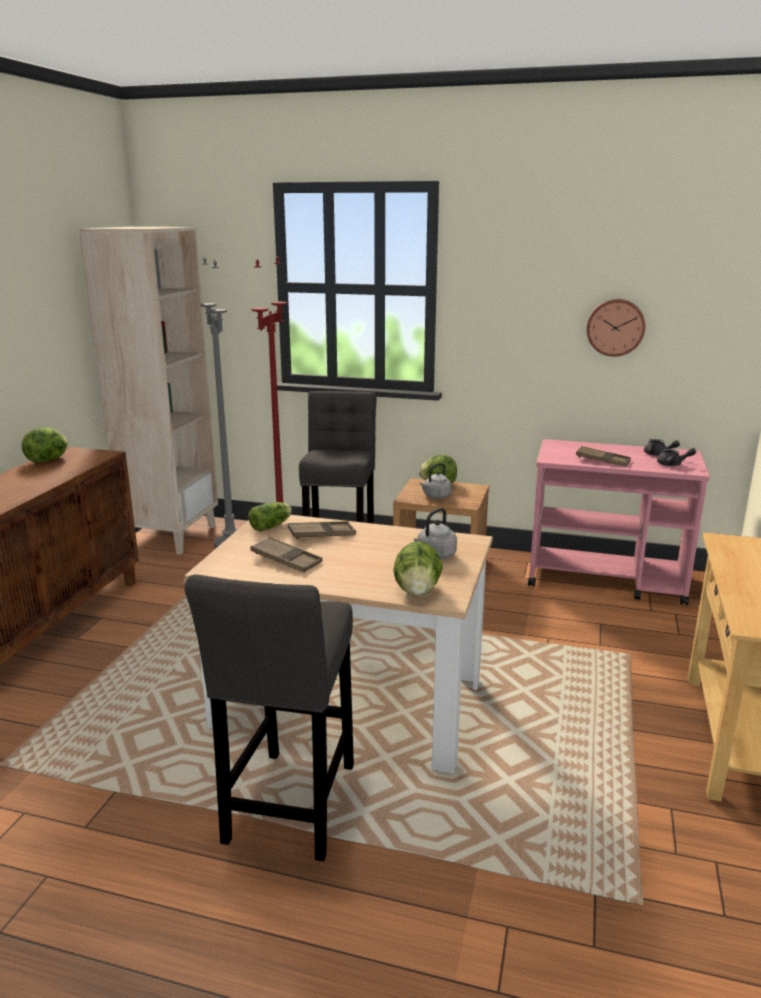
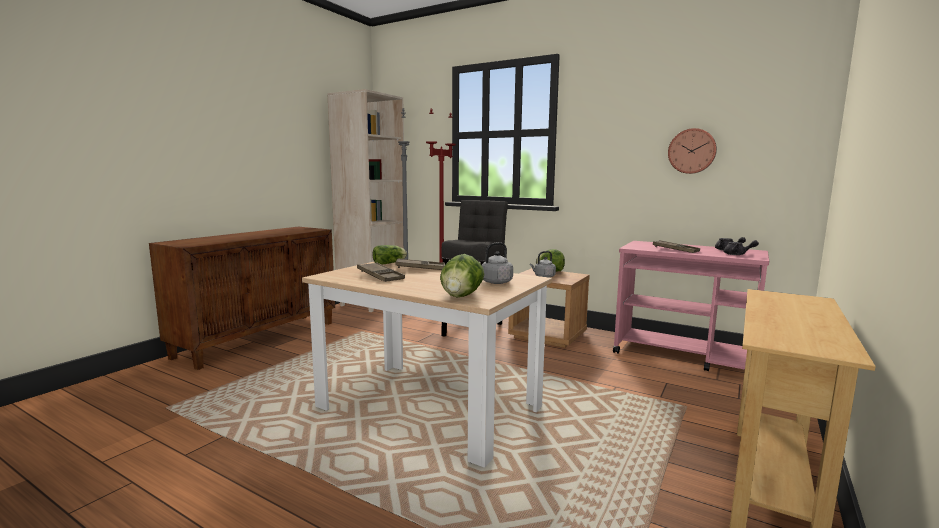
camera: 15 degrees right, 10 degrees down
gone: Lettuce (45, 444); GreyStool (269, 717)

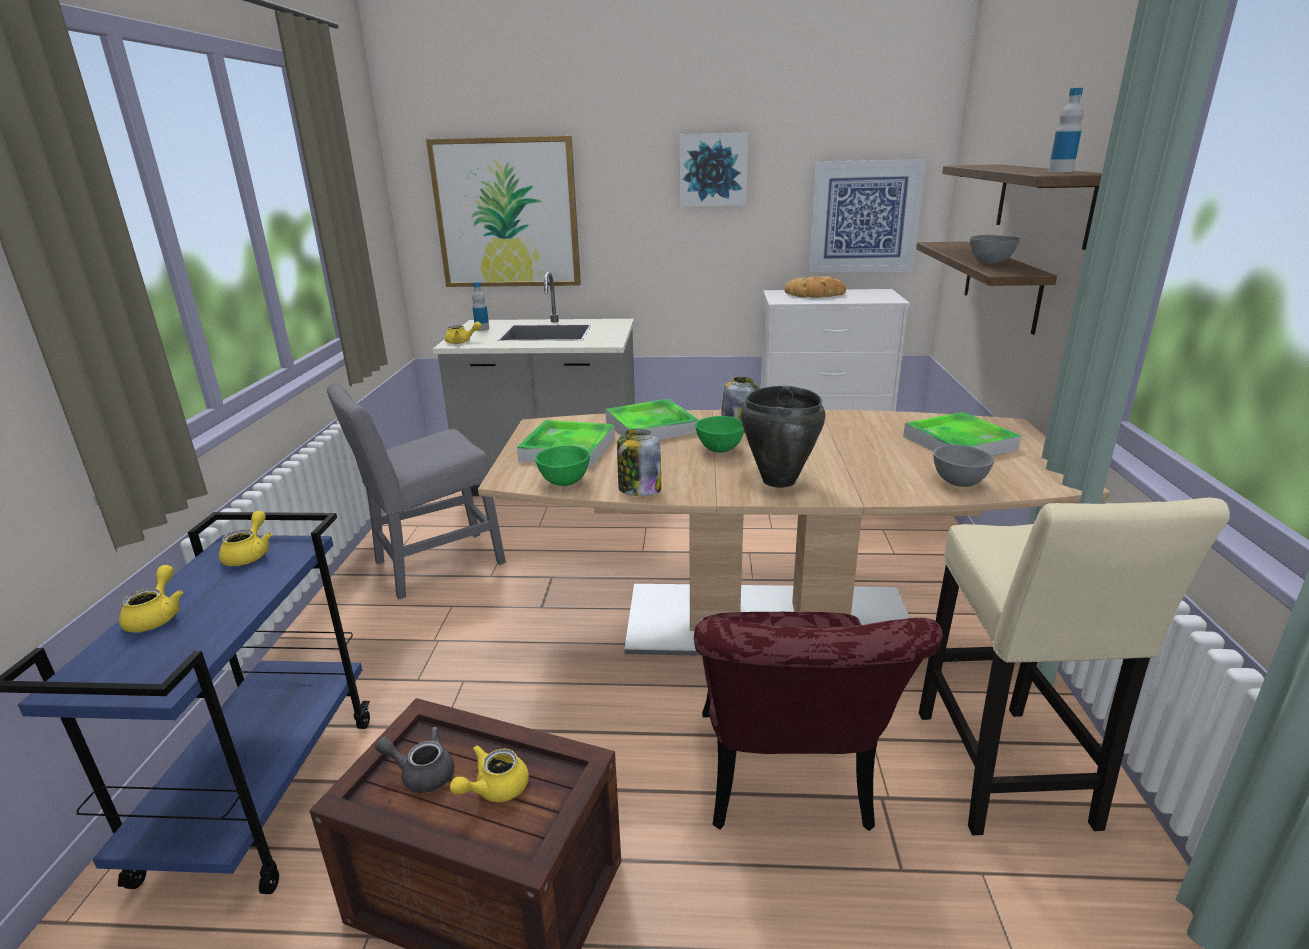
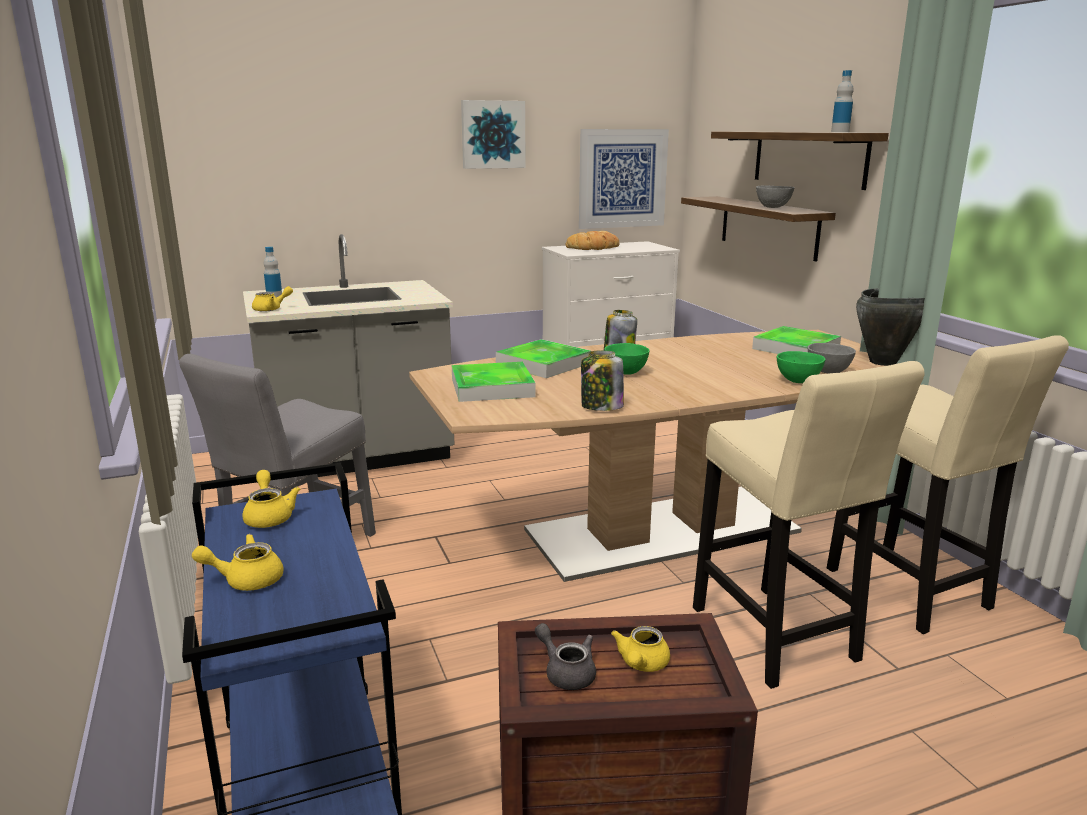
camera: 25 degrees left, 5 degrees down
gone: Picture (503, 211)
shifted: GreenBowl (562, 465) to (801, 367); BlackCookingPot (783, 437) to (890, 327)
swapped: RedChair (818, 721) to BeigeStool (809, 525)
rotated: YellowTeapot (151, 598) = (237, 562) 75 degrees counterclockwise; GreyTeapot (414, 760) = (565, 656) 60 degrees clockwise

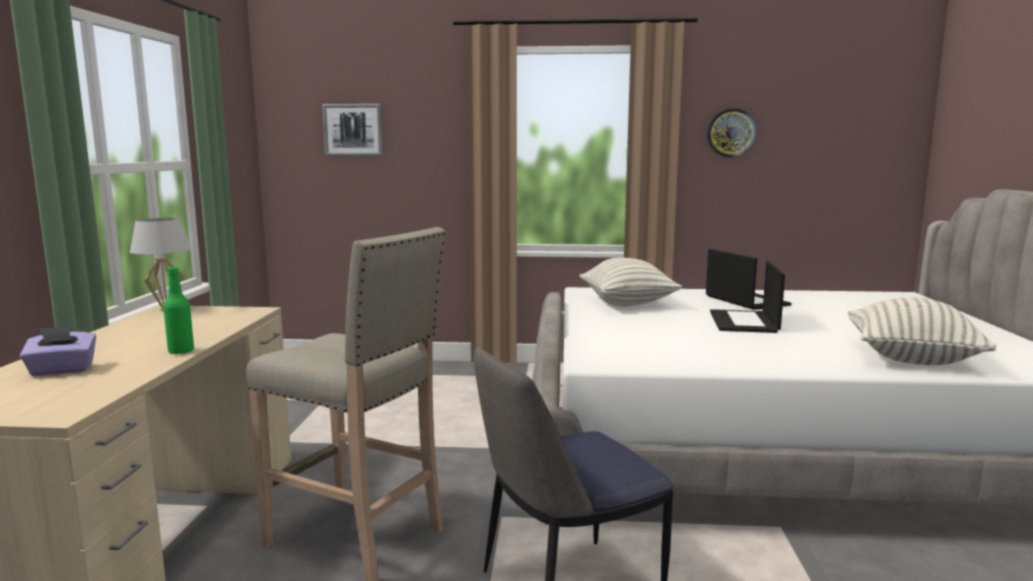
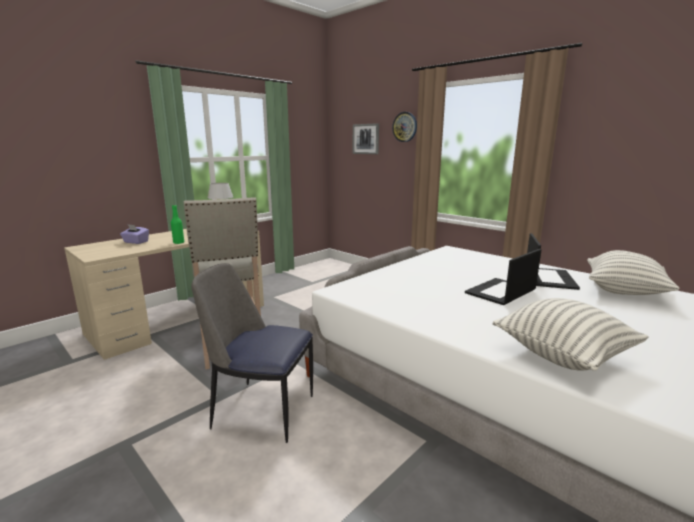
camera: 40 degrees right, 5 degrees up
shifted: Pillow (630, 282) to (633, 272); WallClock (732, 133) to (404, 127)

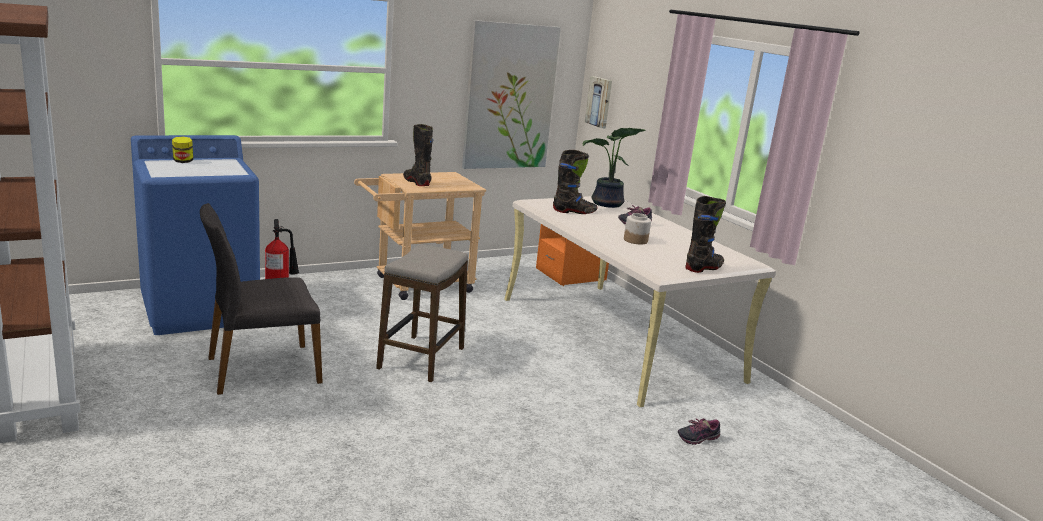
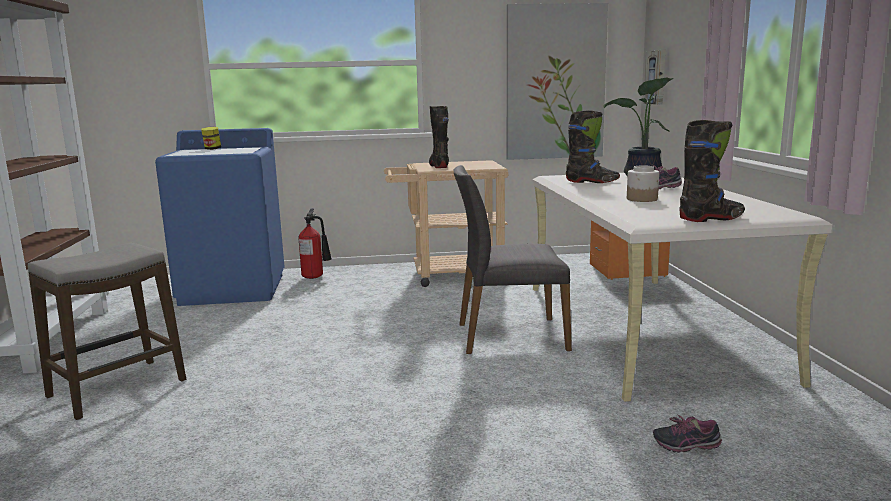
camera: 25 degrees right, 5 degrees down
shifted: GreyChair (261, 299) to (513, 259); Stool (422, 313) to (107, 331)

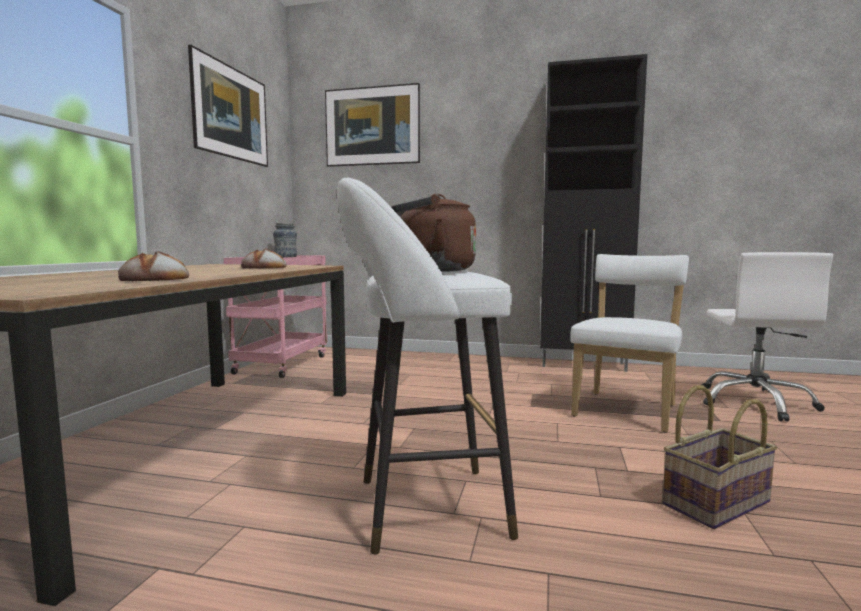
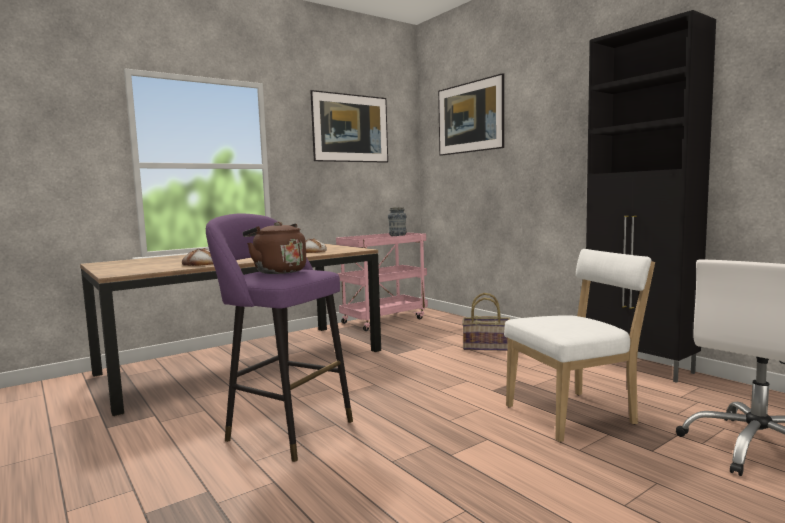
camera: 40 degrees right, 0 degrees up
shifted: Basket (719, 457) to (486, 322)
repainted: WhiteStool (427, 366) to PurpleStool (279, 338)

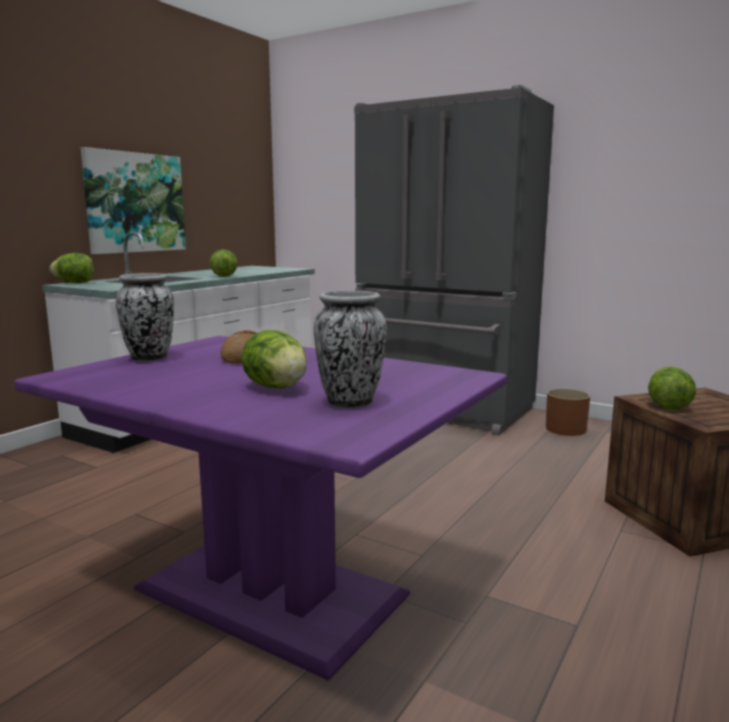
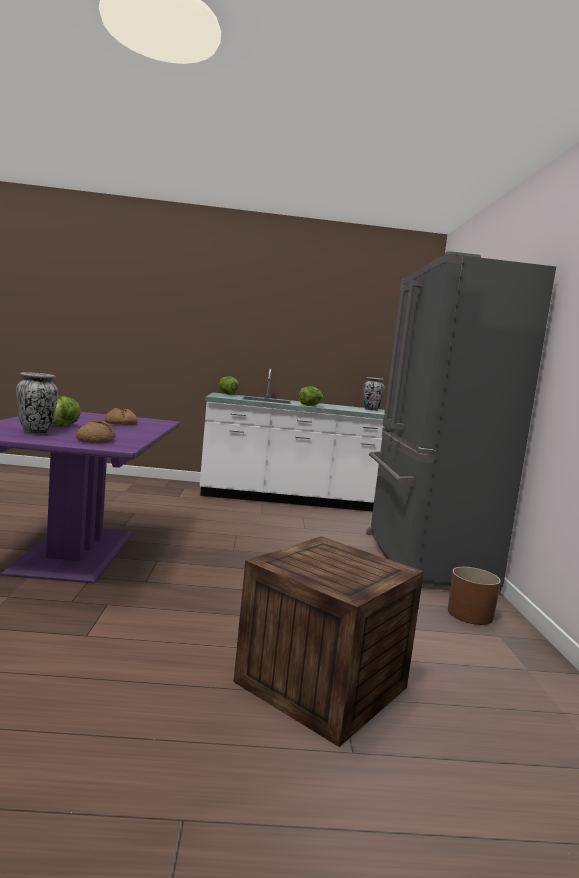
camera: 55 degrees right, 5 degrees down
gone: Picture (133, 200); Lettuce (672, 388)
new: Bread (95, 431)
shifted: Vase (145, 317) to (374, 394)

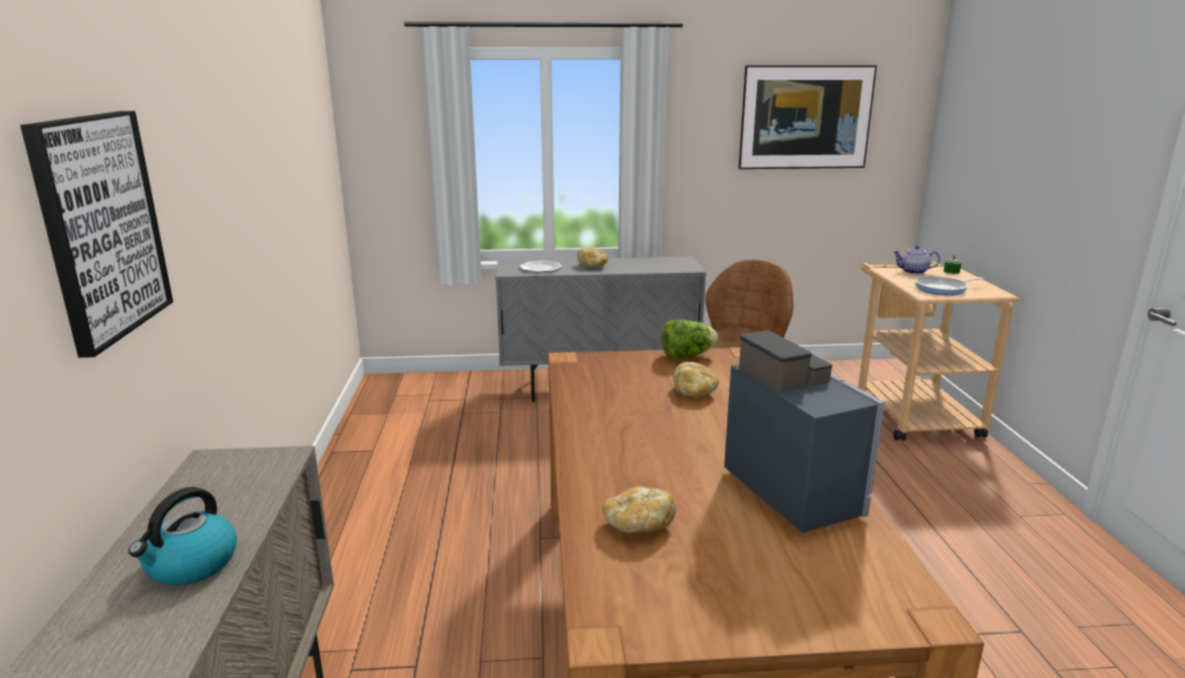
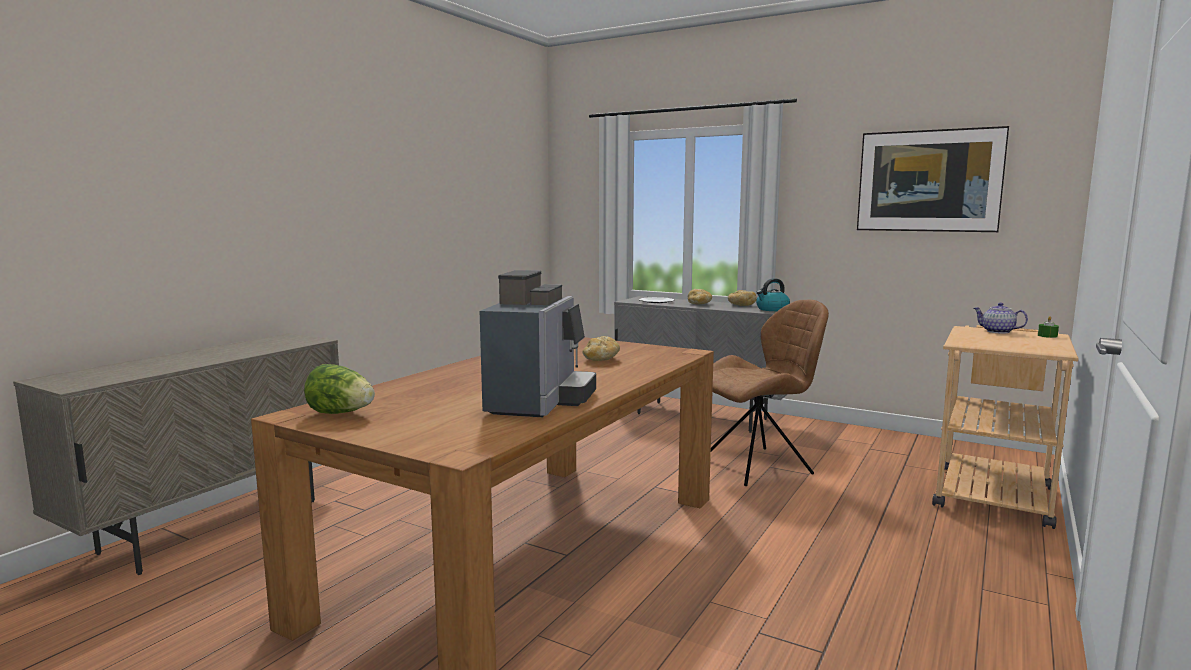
camera: 35 degrees right, 10 degrees down
gone: Picture (96, 234); FryingPan (950, 285)
shifted: Kettle (182, 536) to (773, 294); Bread (639, 510) to (742, 298); Lettuce (690, 339) to (339, 389)

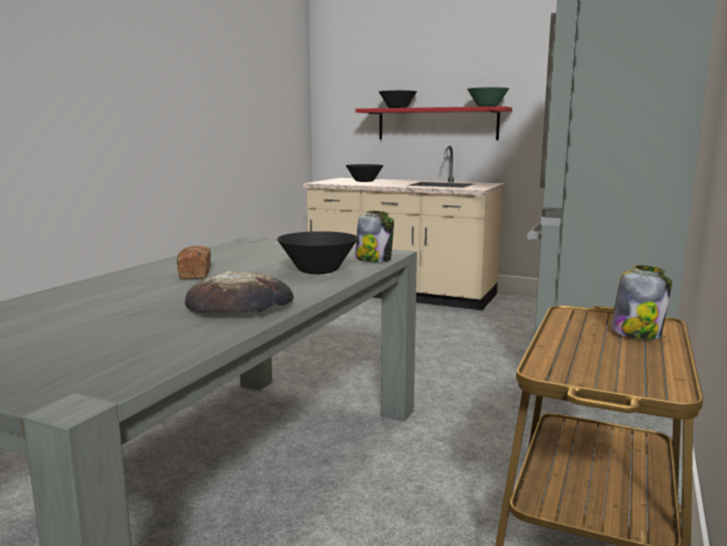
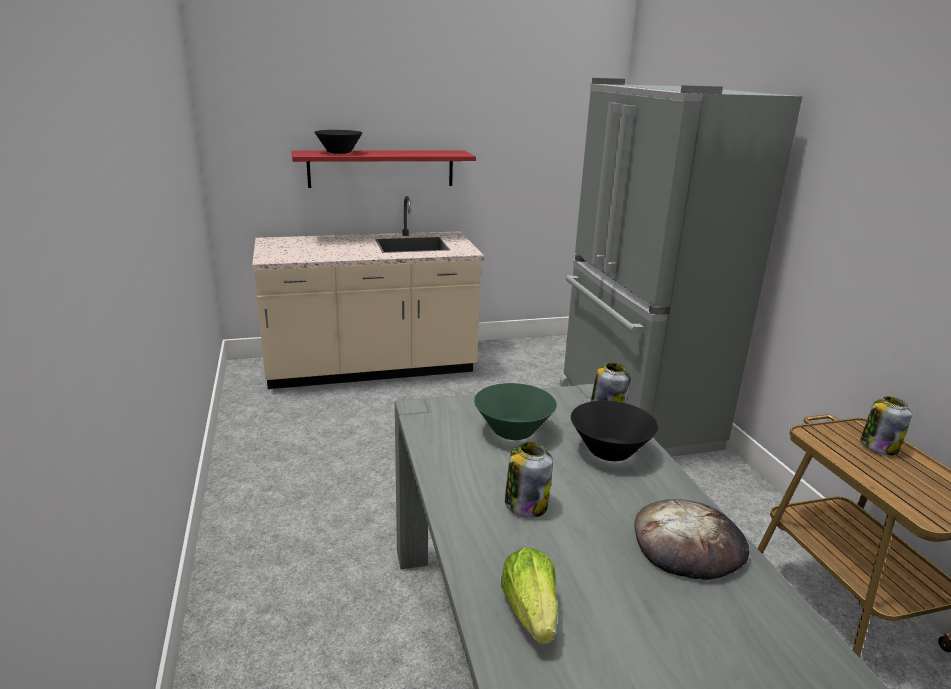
camera: 40 degrees left, 10 degrees up
gone: BlackBowl (365, 173)
new: Lettuce (529, 595)
shifted: GreenBowl (488, 97) to (515, 411)
swapped: Bread (194, 262) to Jar (529, 480)

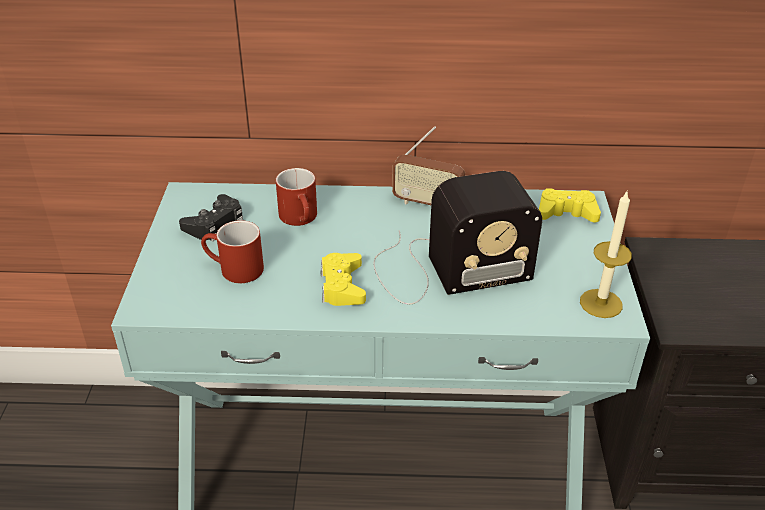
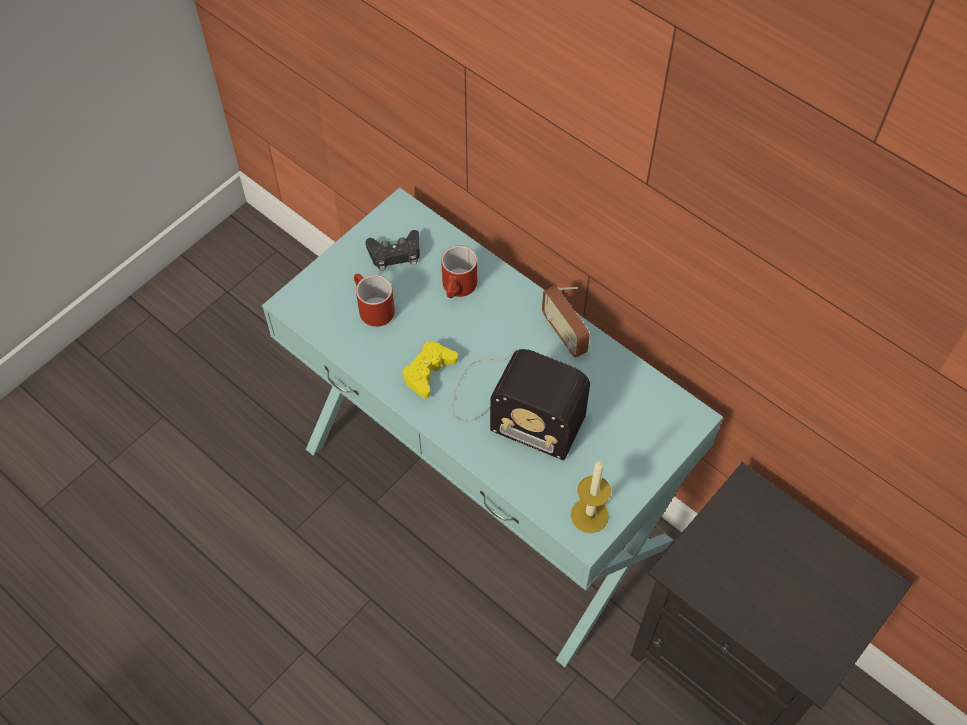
camera: 40 degrees right, 20 degrees up
gone: YellowGameController (570, 205)

